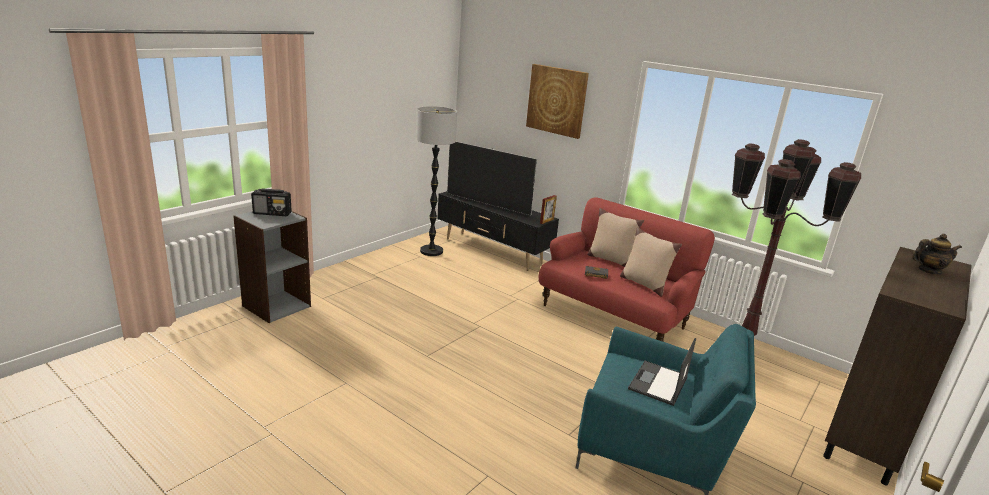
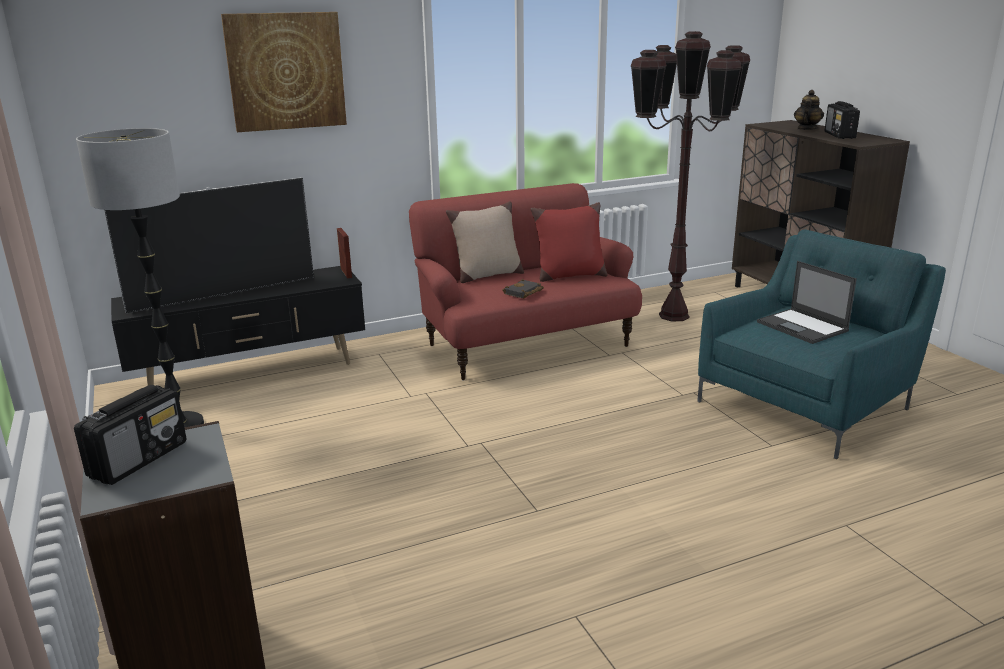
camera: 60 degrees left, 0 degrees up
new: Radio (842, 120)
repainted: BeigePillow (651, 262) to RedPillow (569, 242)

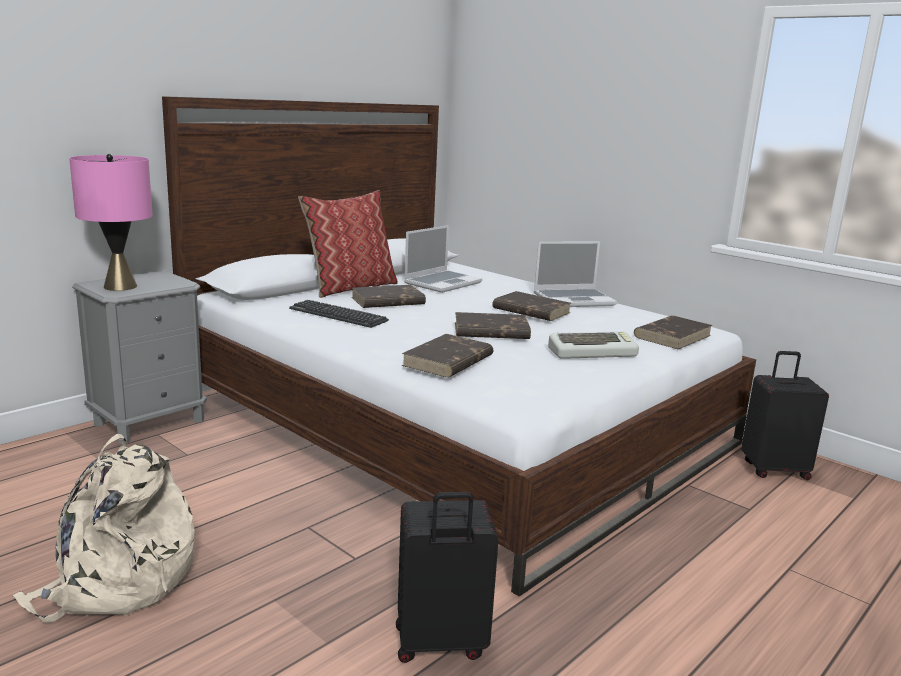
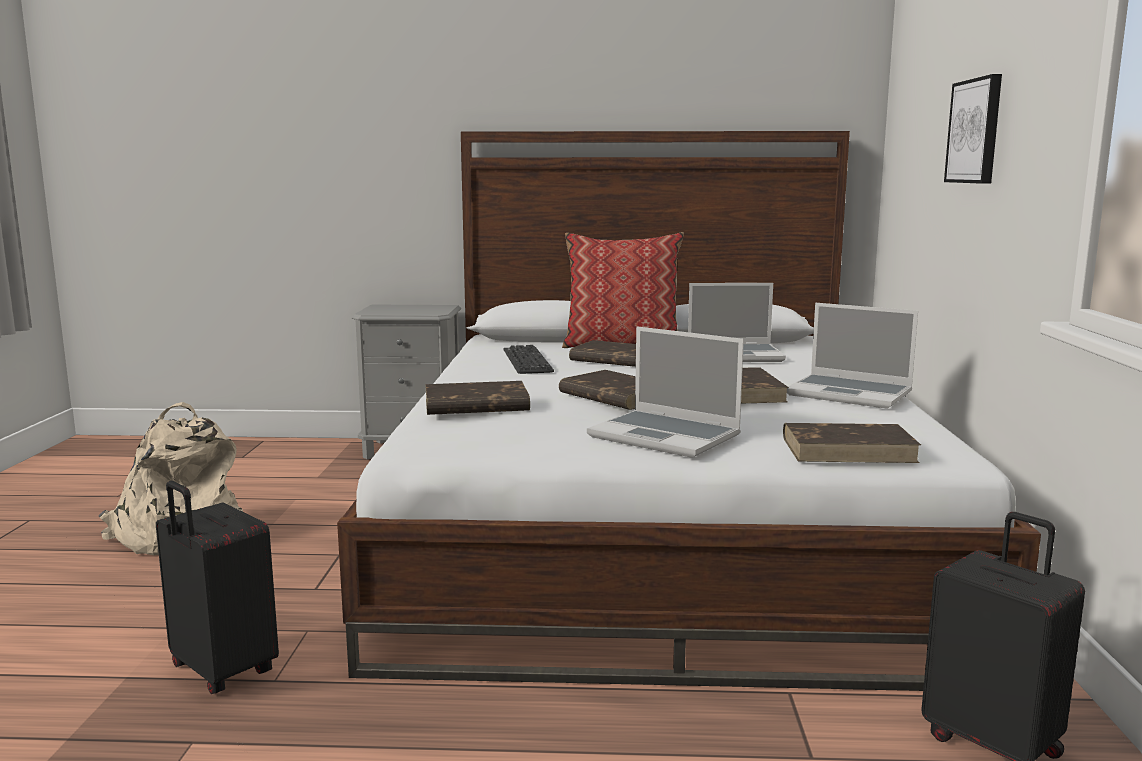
camera: 50 degrees right, 5 degrees down
gone: PinkTableLamp (111, 222)
new: Picture (973, 129)
swapped: Keyboard (593, 345) to Laptop (665, 392)

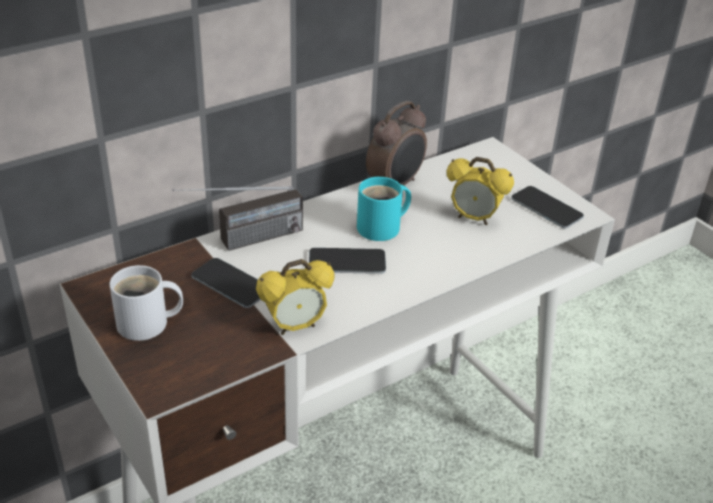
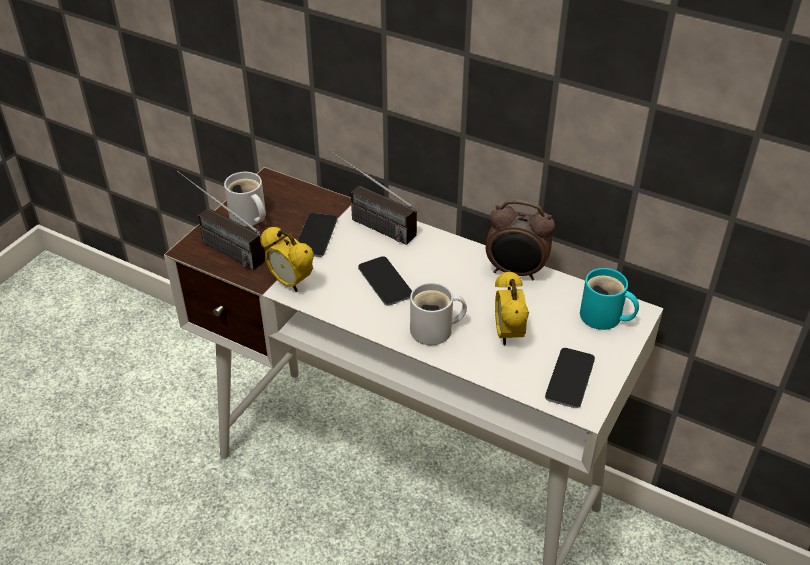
camera: 65 degrees right, 5 degrees up
new: Radio (221, 220); WhiteMug (438, 314)
shifted: TurquoiseMug (384, 209) to (609, 299)

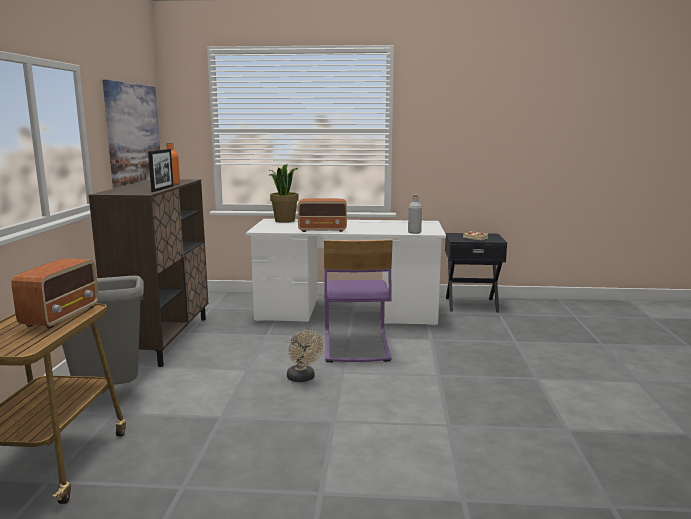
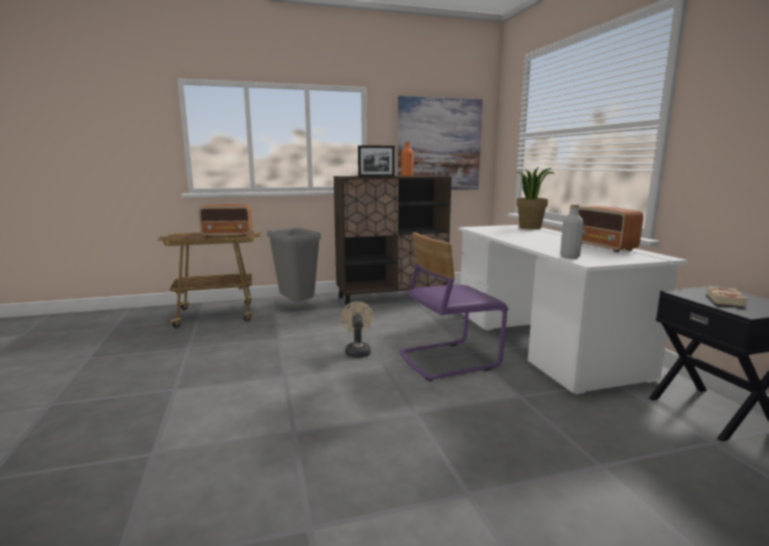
camera: 70 degrees right, 0 degrees up
shifted: Radio (322, 215) to (611, 229)
rotated: BeigeFan (305, 356) = (357, 329) 135 degrees clockwise

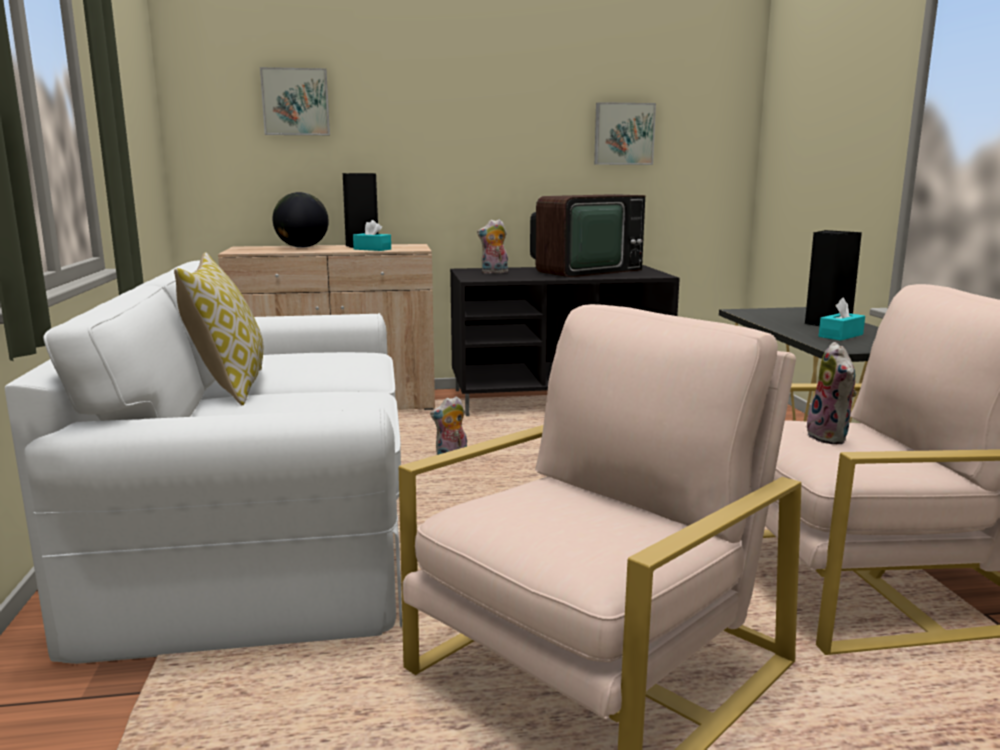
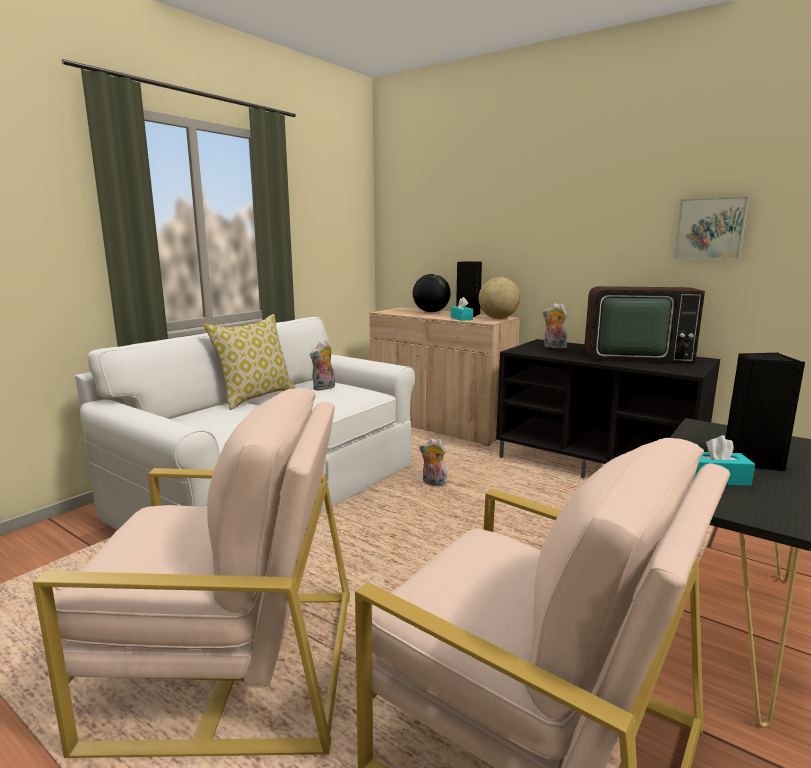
camera: 45 degrees right, 0 degrees up
gone: Picture (295, 101)
new: Globe (499, 298)
shifted: PlushToy (832, 393) to (322, 365)

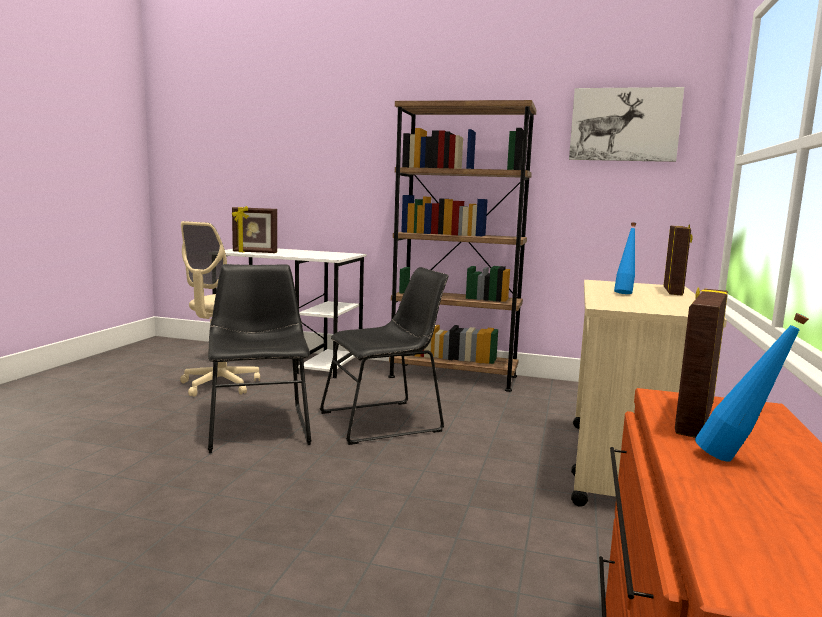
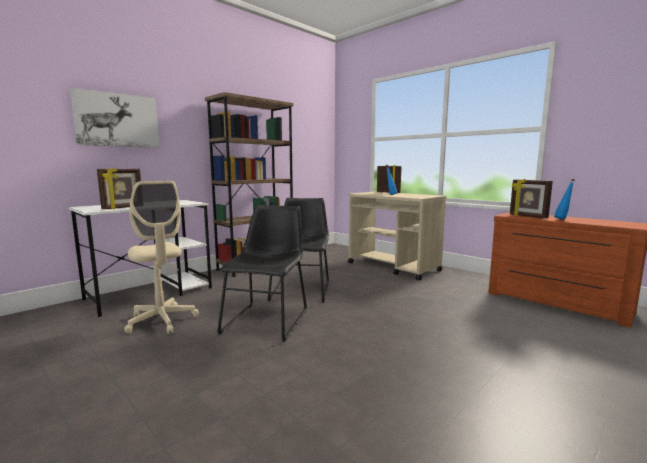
camera: 60 degrees left, 0 degrees up
shifted: Picture (626, 124) to (115, 118)
rotated: BlackChair (260, 358) = (262, 273) 90 degrees clockwise

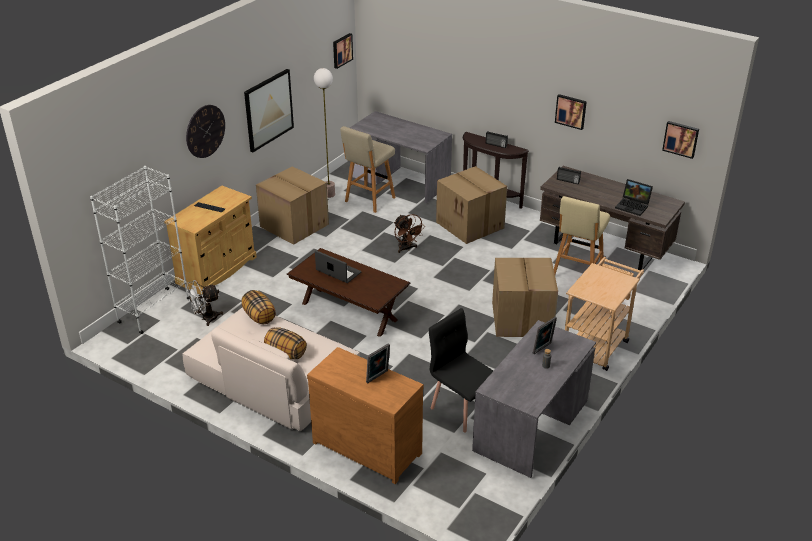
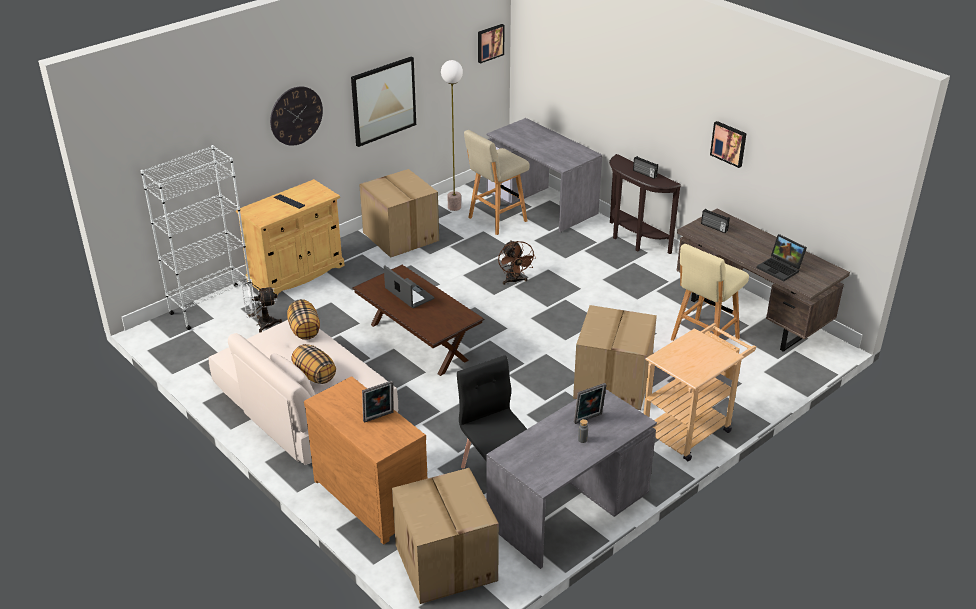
camera: 15 degrees right, 0 degrees up
gone: Picture (680, 140)
shifted: CardboardBox (471, 205) to (445, 536)

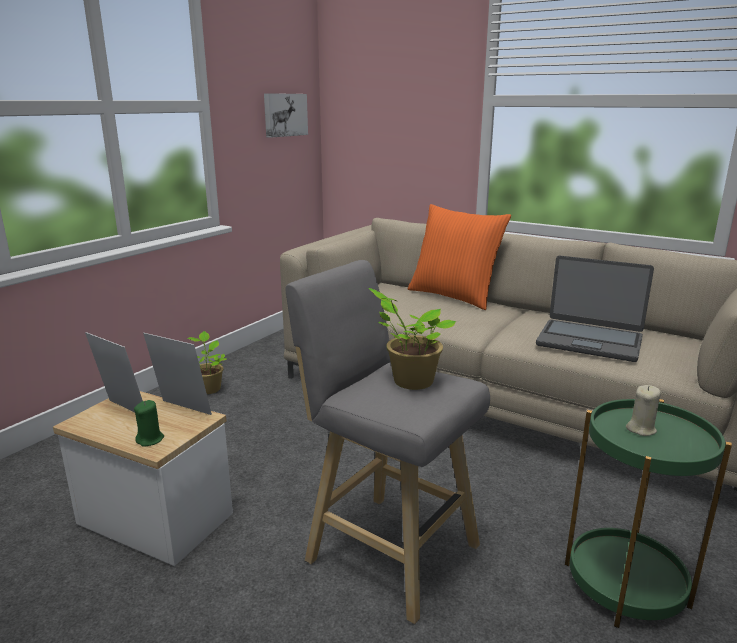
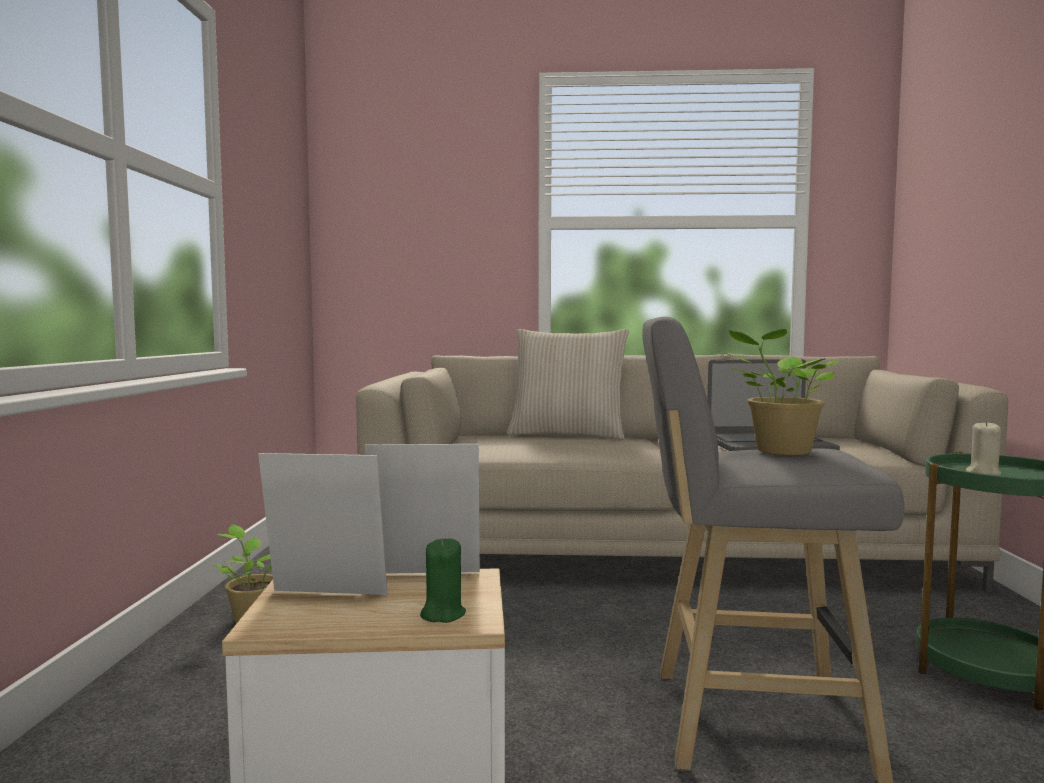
camera: 30 degrees left, 15 degrees down
gone: Picture (286, 115)
repainted: OrangePillow (459, 257) to BeigePillow (568, 384)

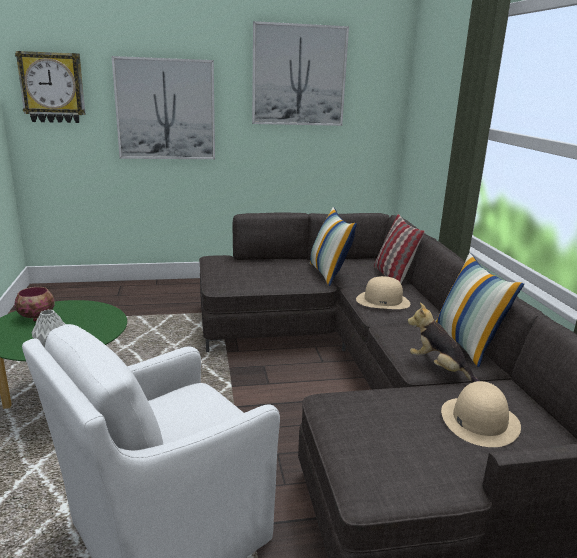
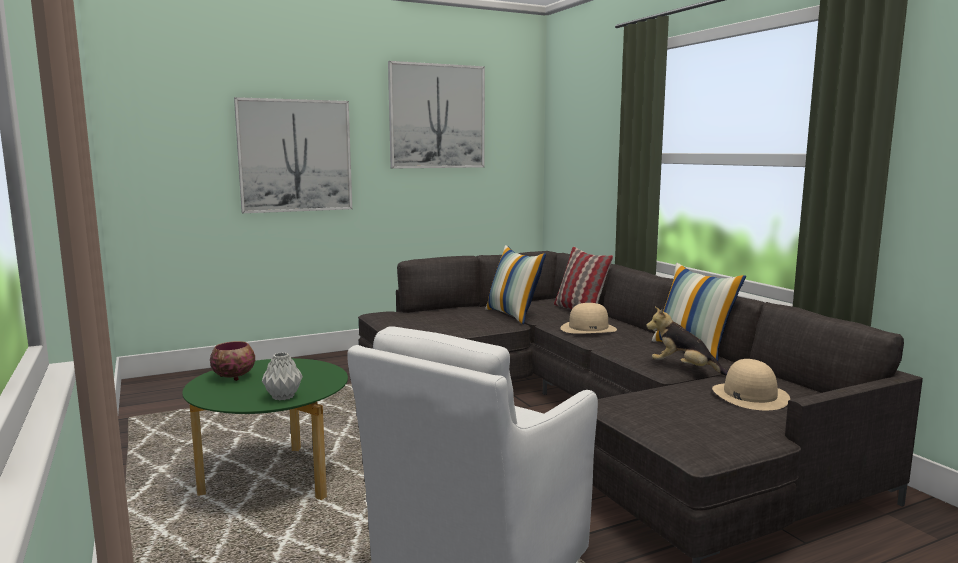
camera: 15 degrees left, 10 degrees down
gone: WallClock (50, 87)

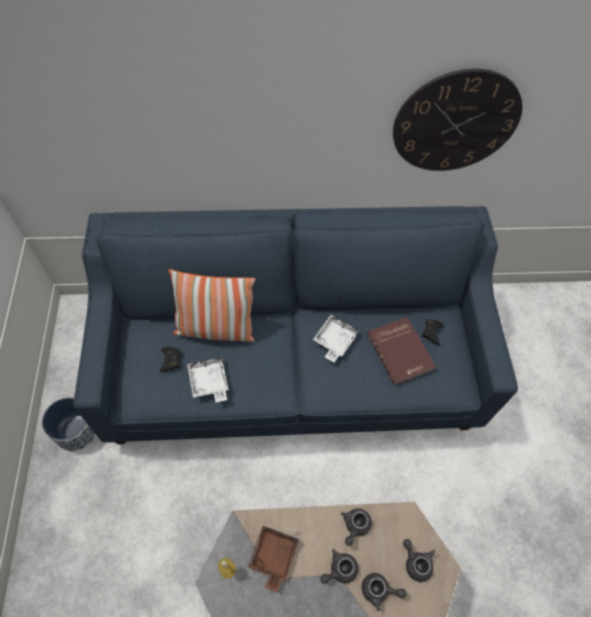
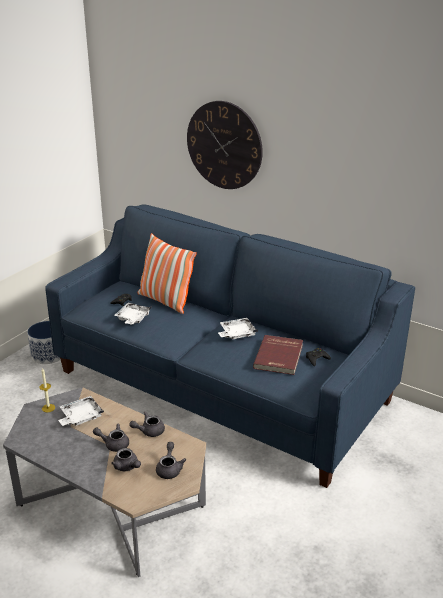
camera: 40 degrees right, 30 degrees down
shifted: WallClock (457, 120) to (225, 145)
repainted: BrownTray (273, 559) to WhiteTray (81, 411)

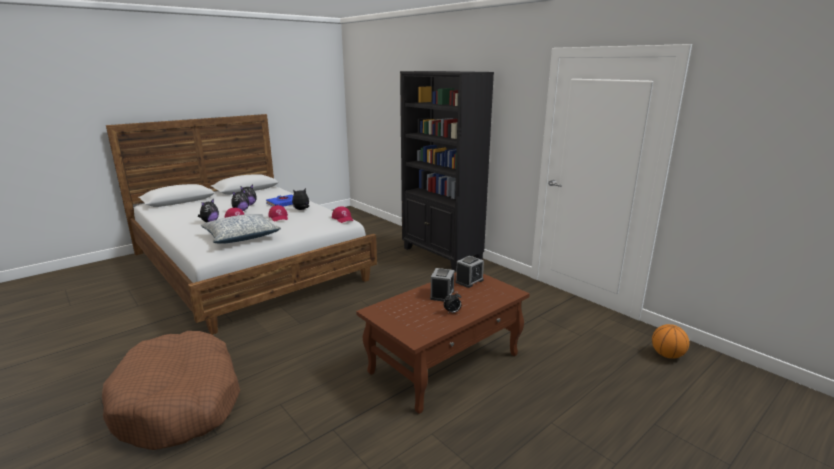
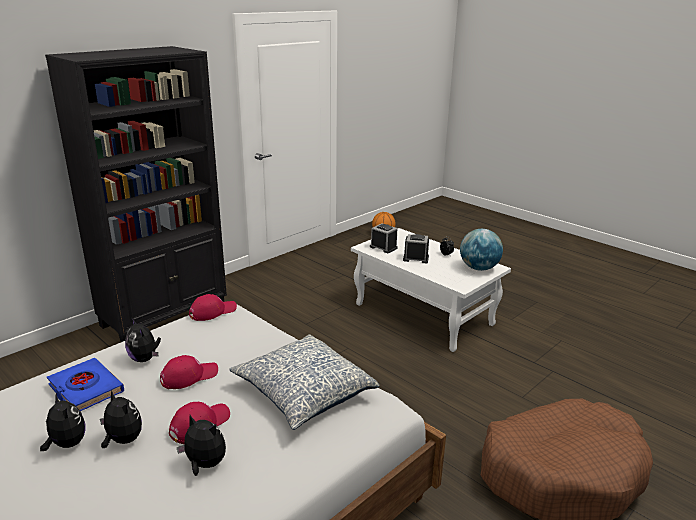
camera: 95 degrees left, 5 degrees up
new: Globe (481, 250)
repainted: BrownCoffeeTable (443, 343) to WhiteCoffeeTable (431, 290)

